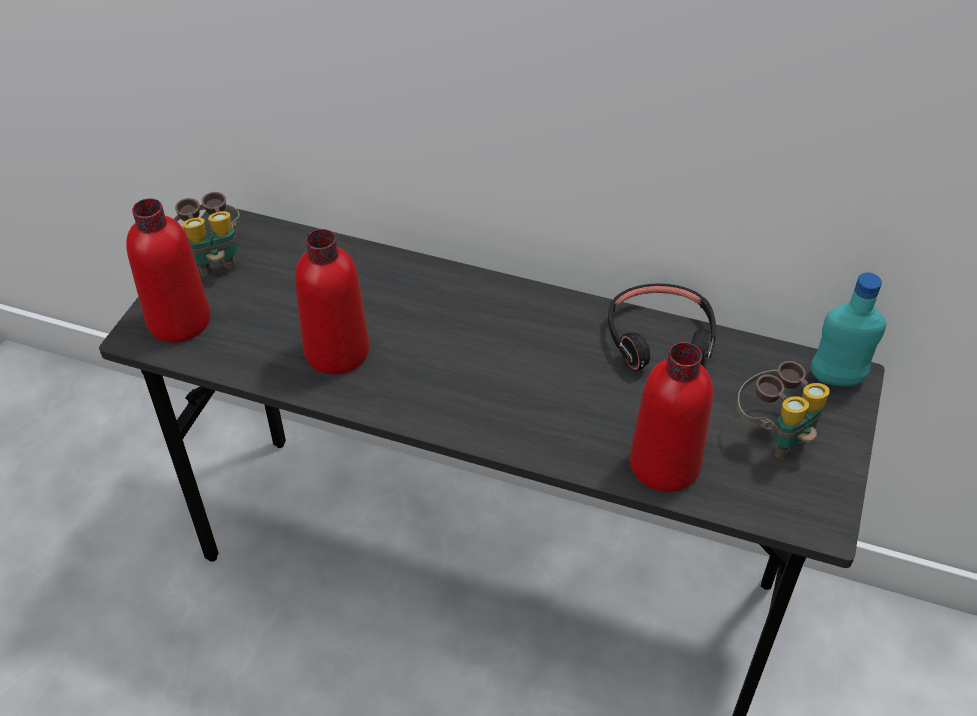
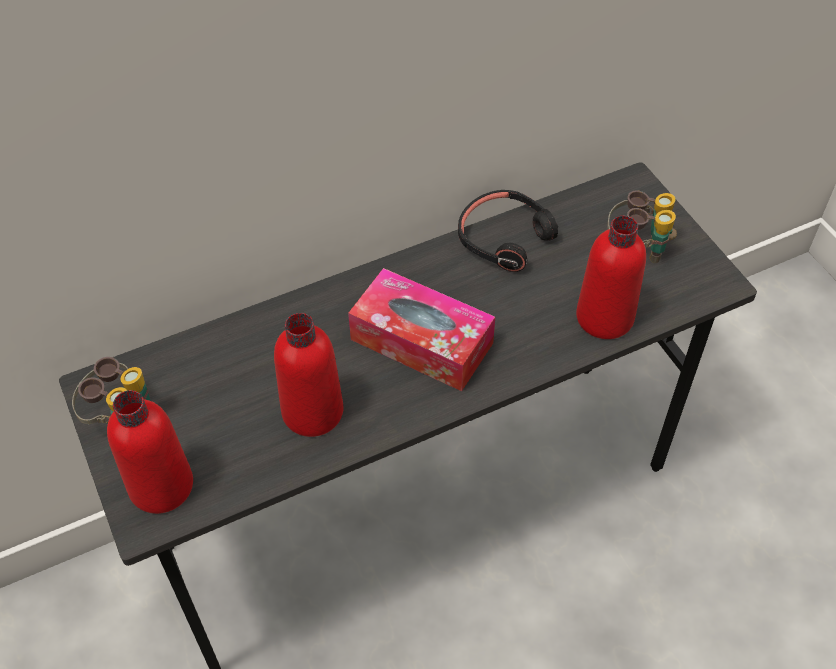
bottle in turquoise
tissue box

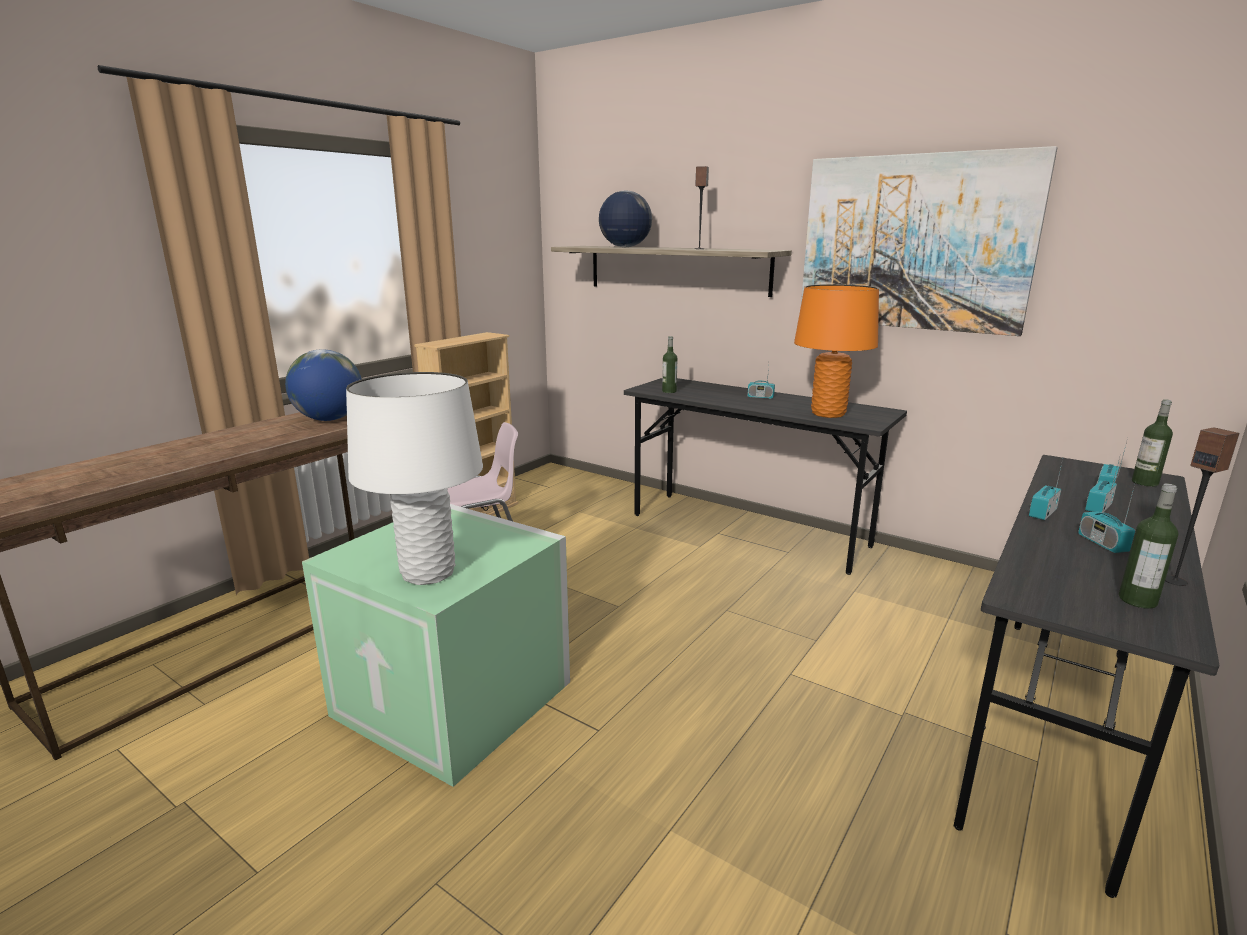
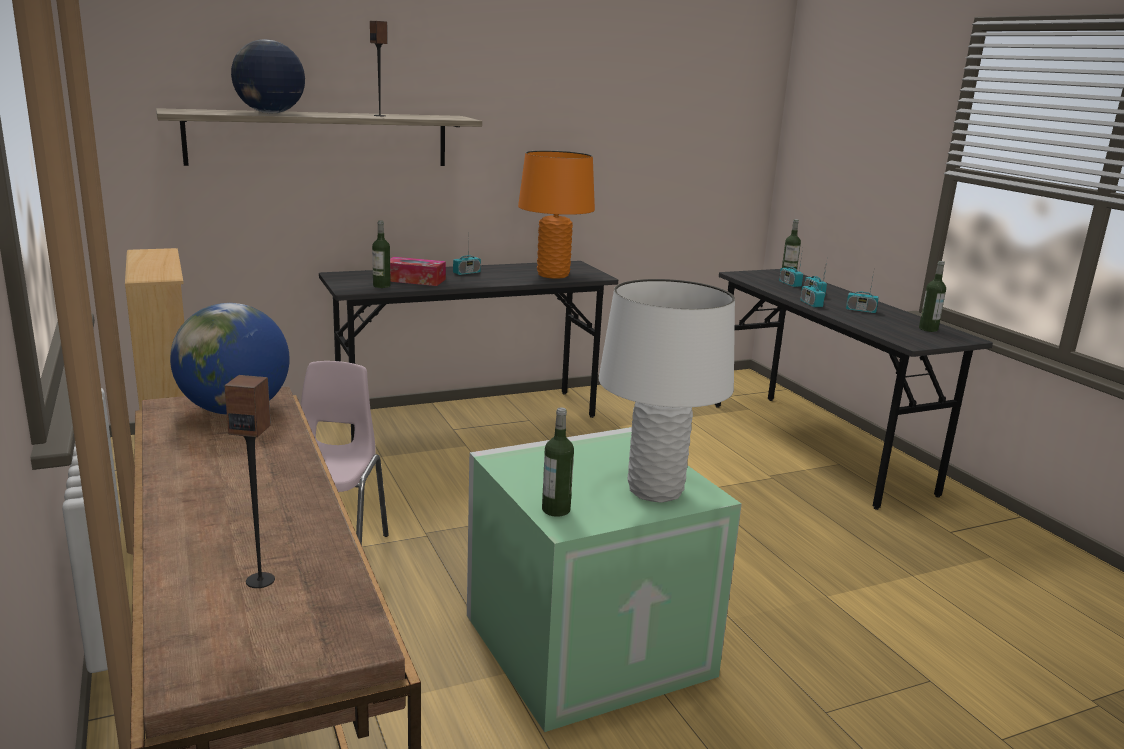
picture
tissue box
bottle (no. 2 from left)
audio speaker (no. 1 from left)

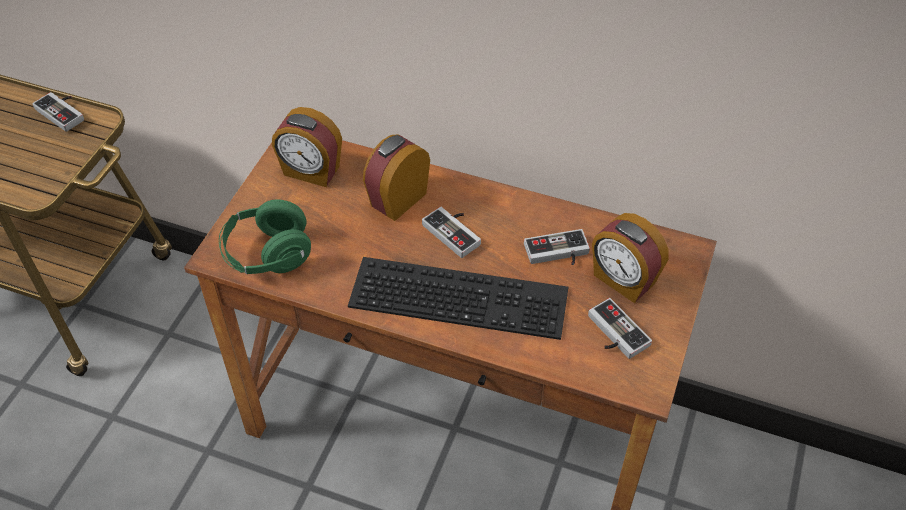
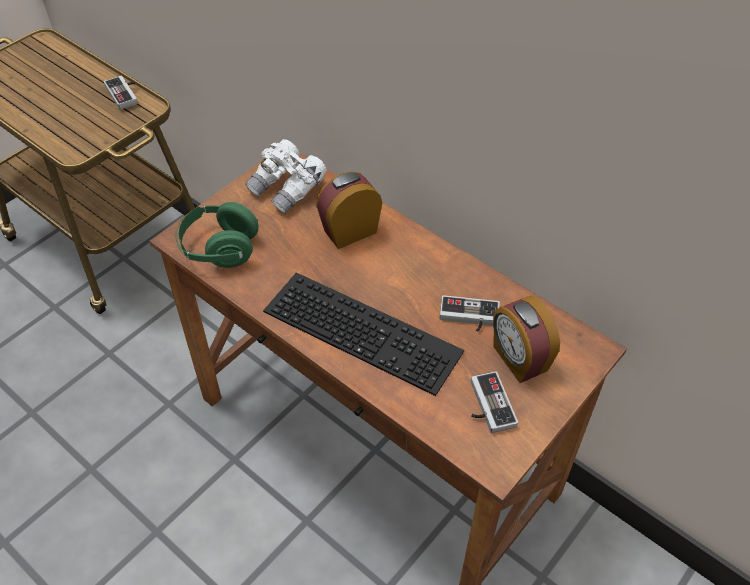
gamepad (no. 2 from left in the first image)
pair of binoculars in white-coloured

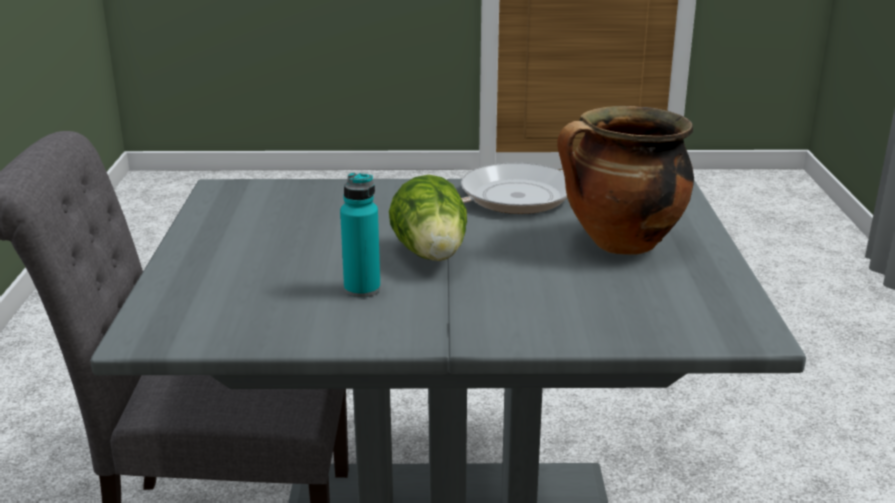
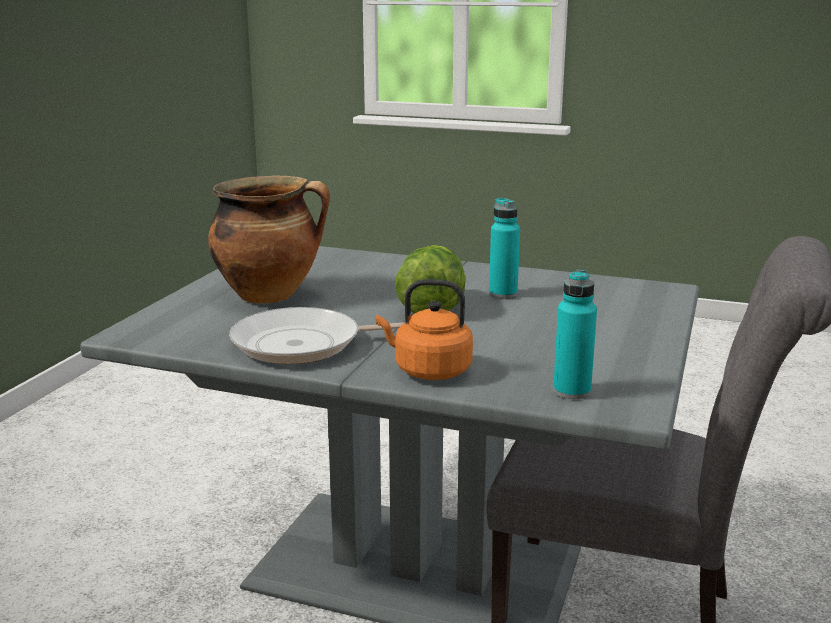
water kettle in orange
bottle in turquoise (no. 2 from left)

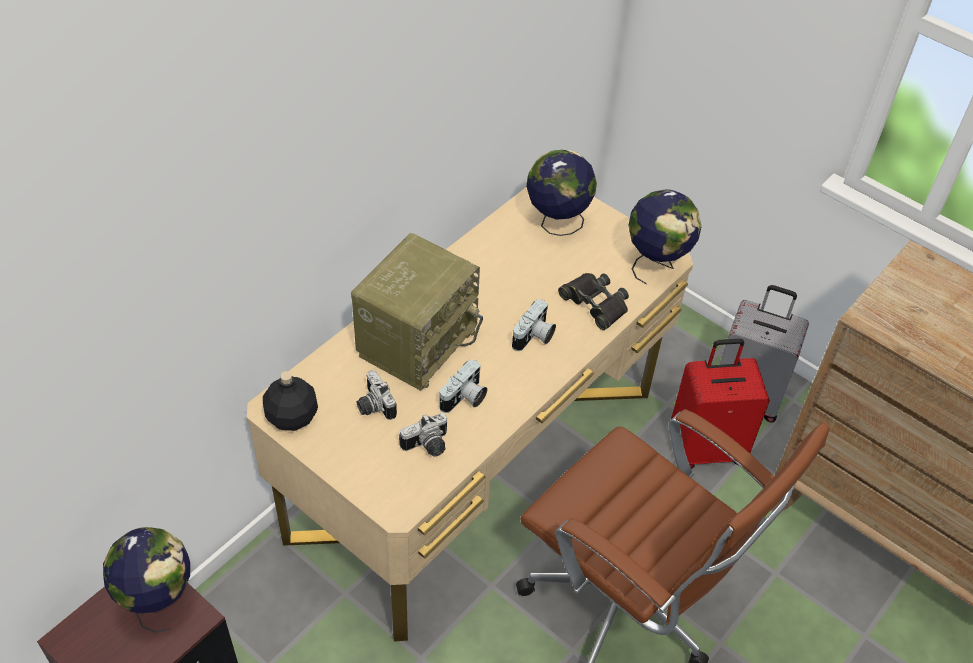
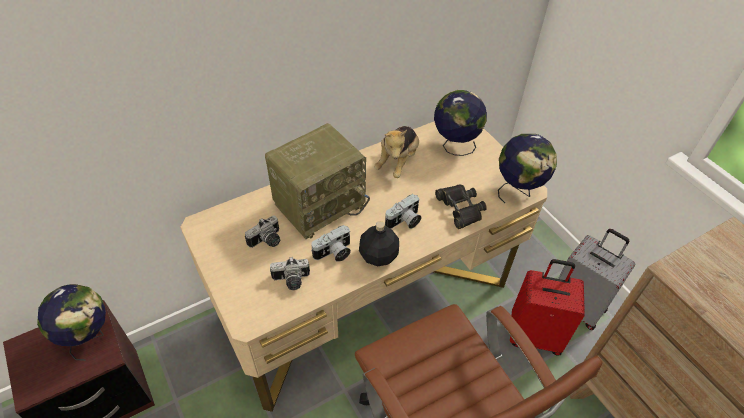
cuddly toy
bottle in blackish
still camera (no. 1 from left)

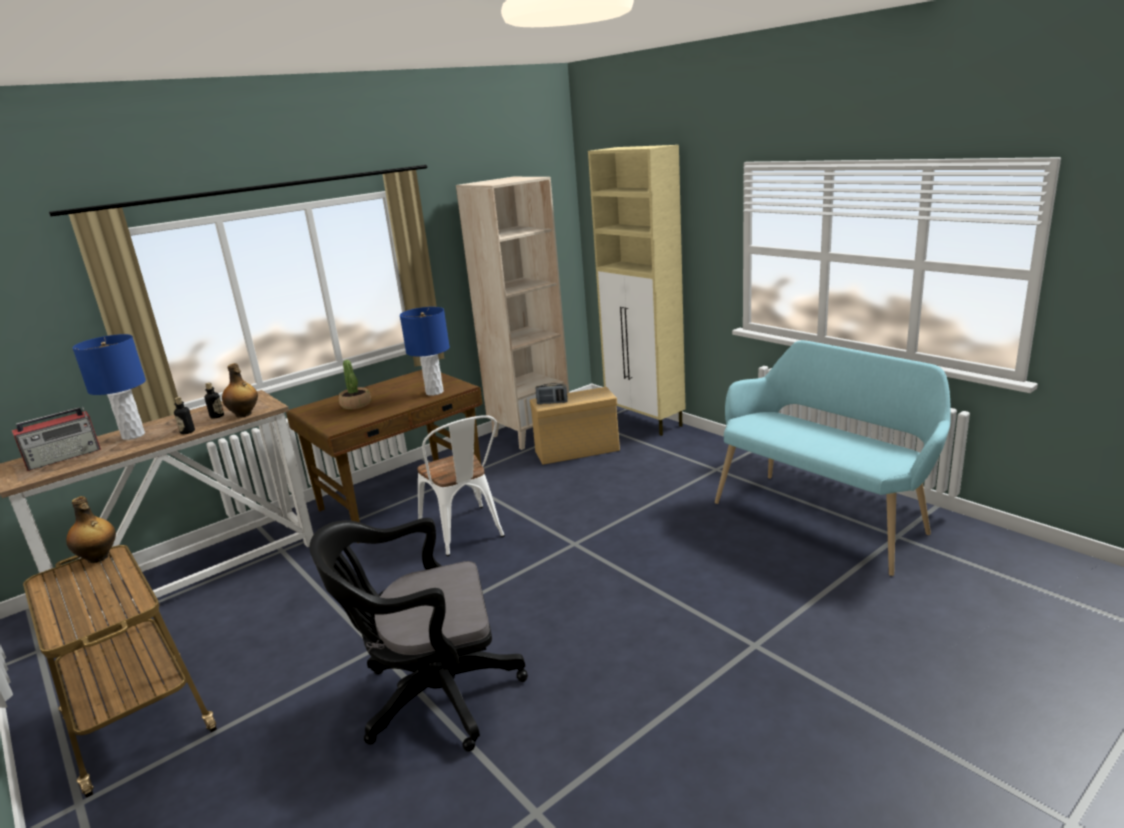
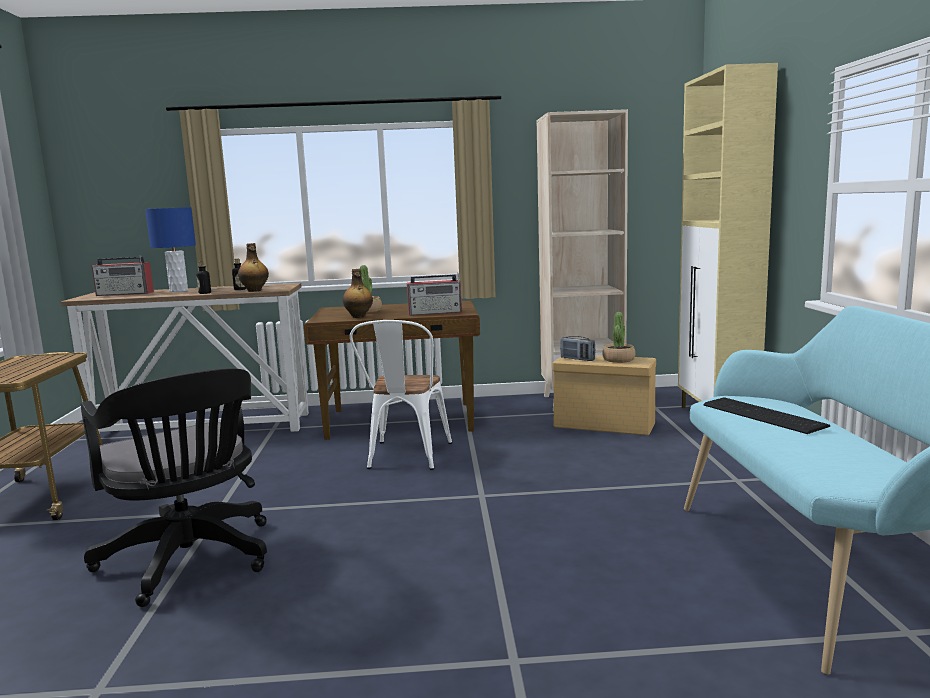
potted plant (no. 2 from left)
PC keyboard
bottle (no. 4 from left)
radio set (no. 2 from left)
office chair in blackish

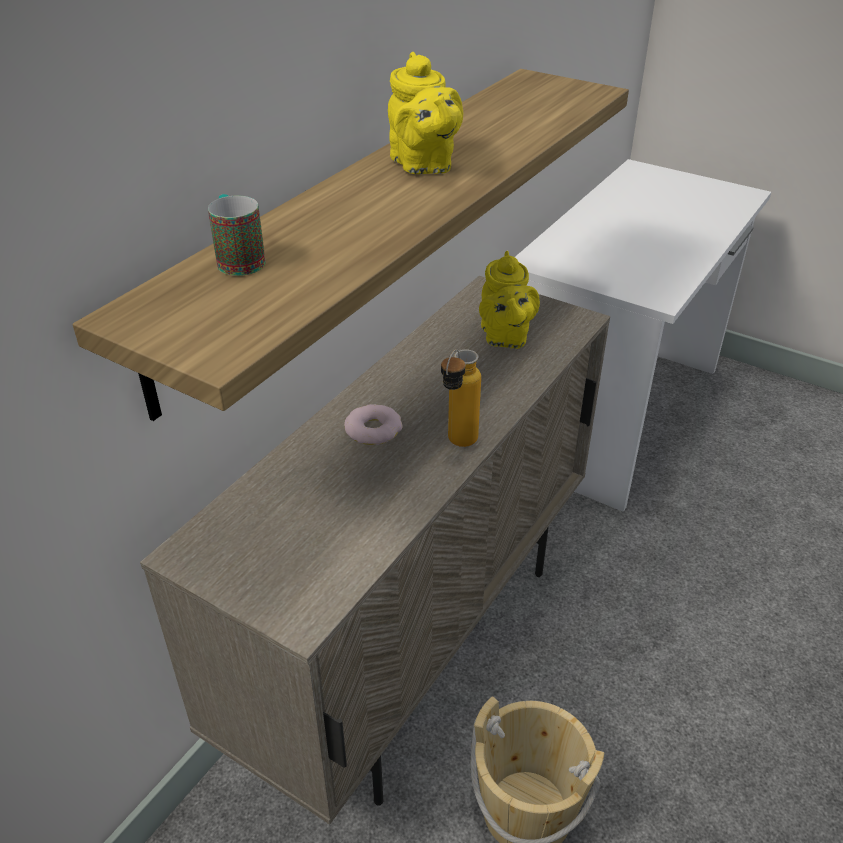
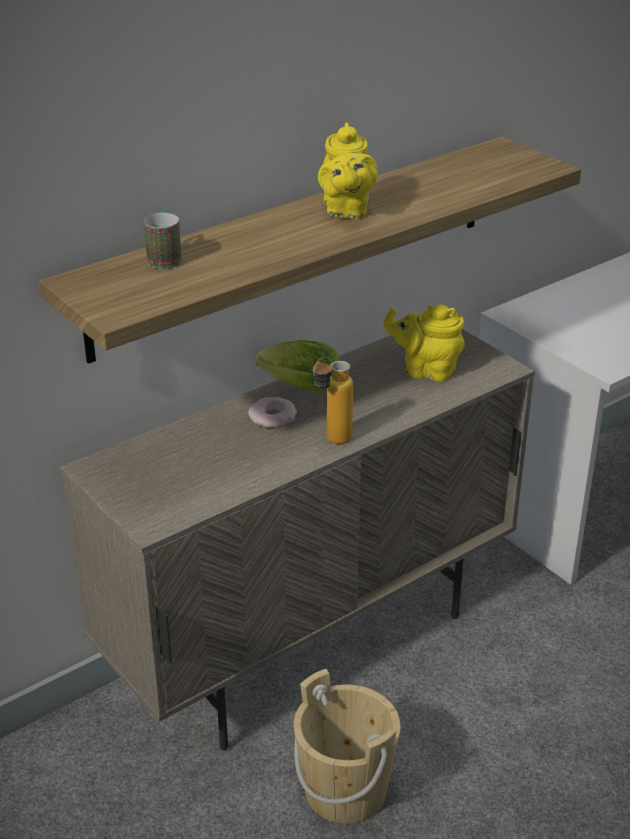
lettuce head
teapot in yellow (no. 2 from left)

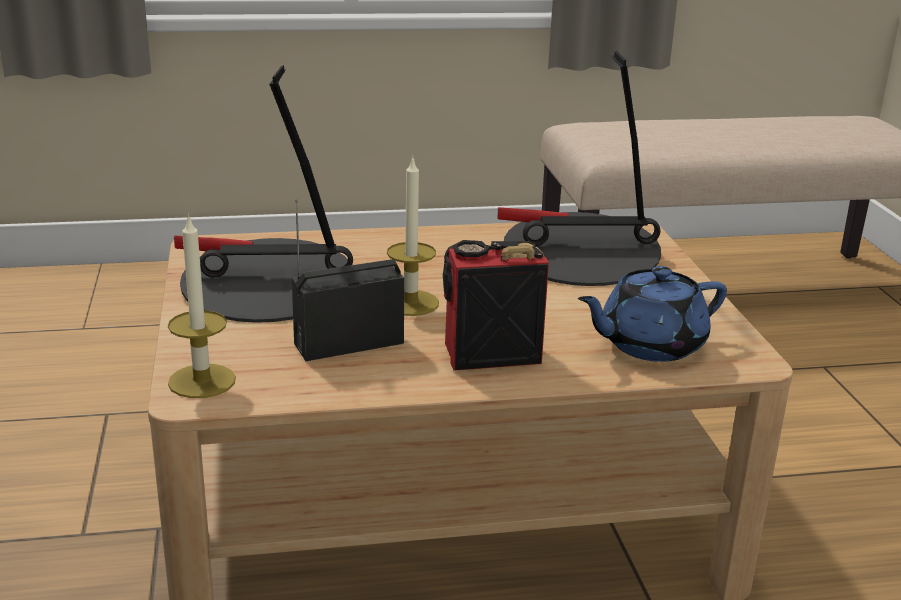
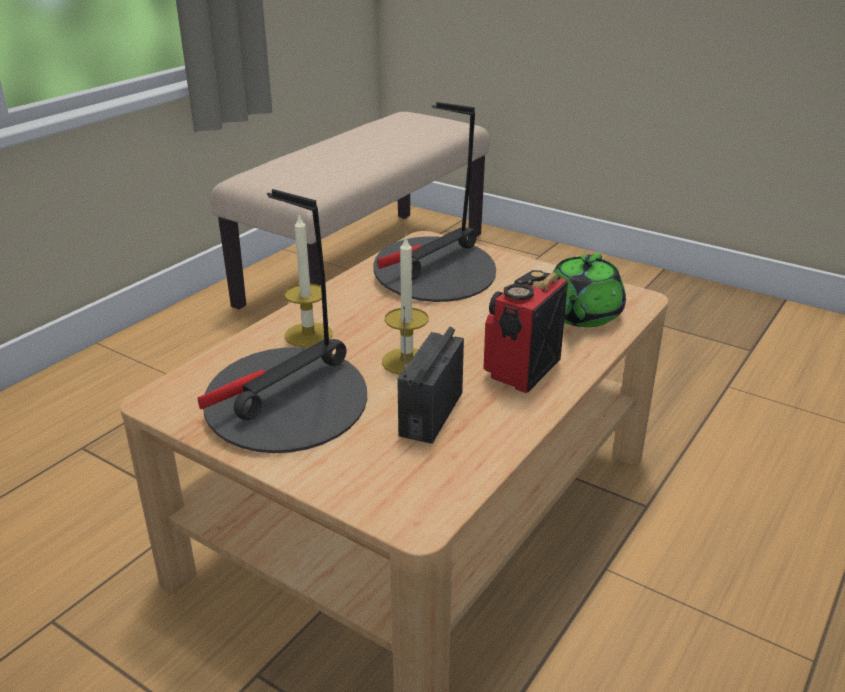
candle (no. 1 from left)
teapot in green-coloured

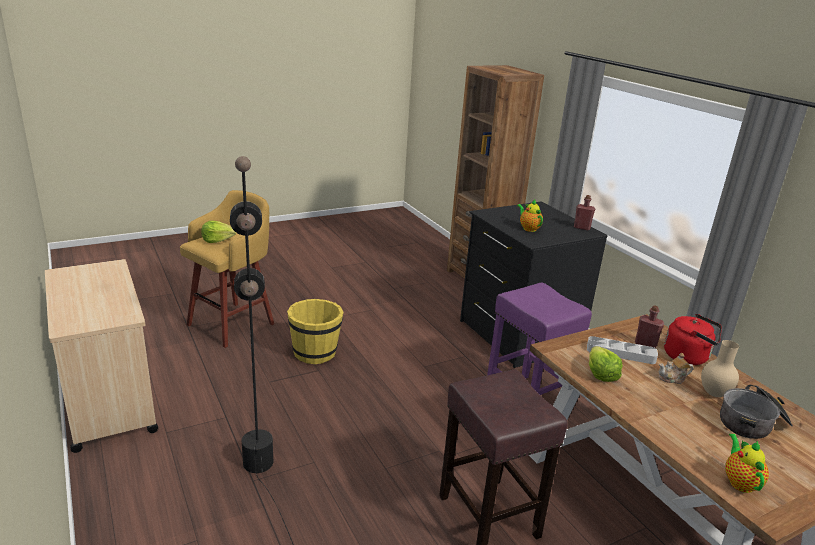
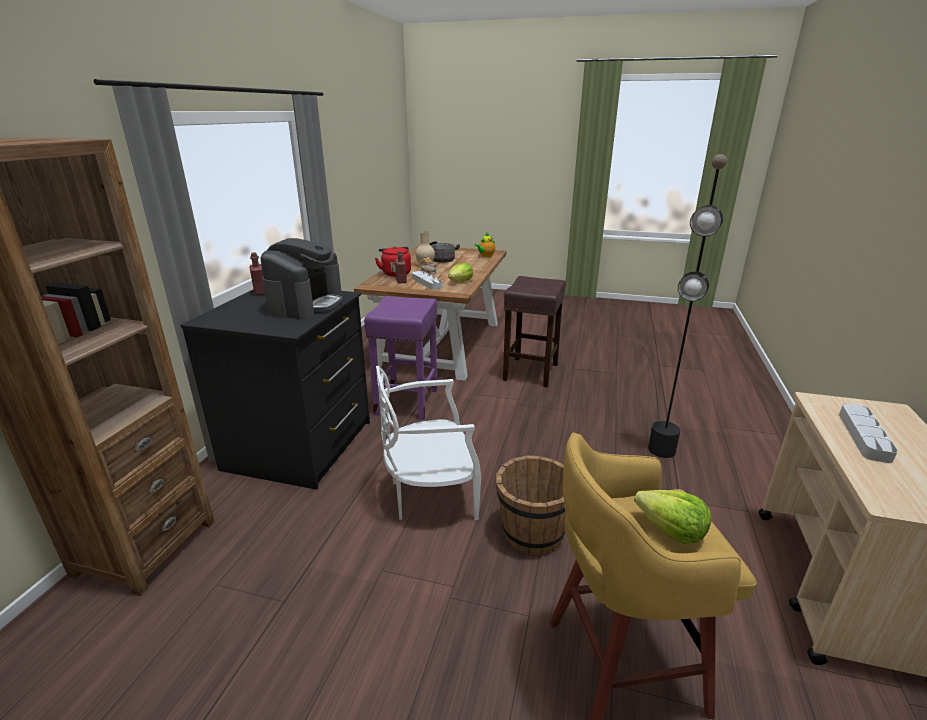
chair in white-coloured
tray in grey (no. 2 from left)
coffee machine
bucket in brown

